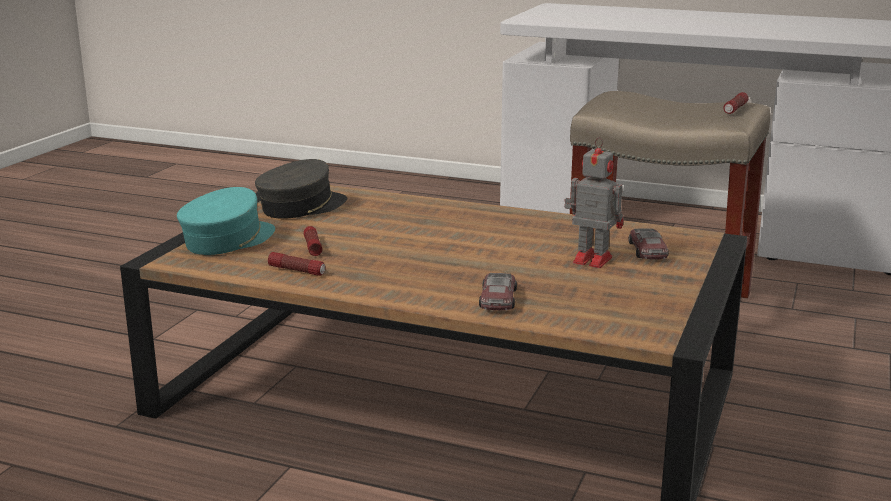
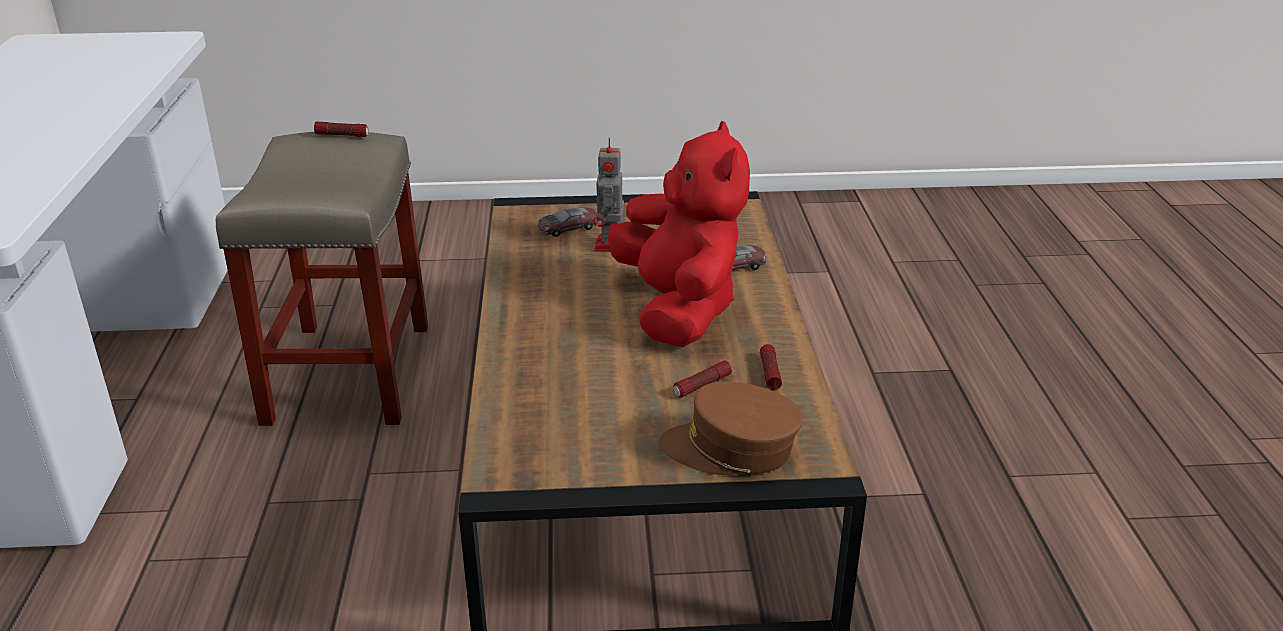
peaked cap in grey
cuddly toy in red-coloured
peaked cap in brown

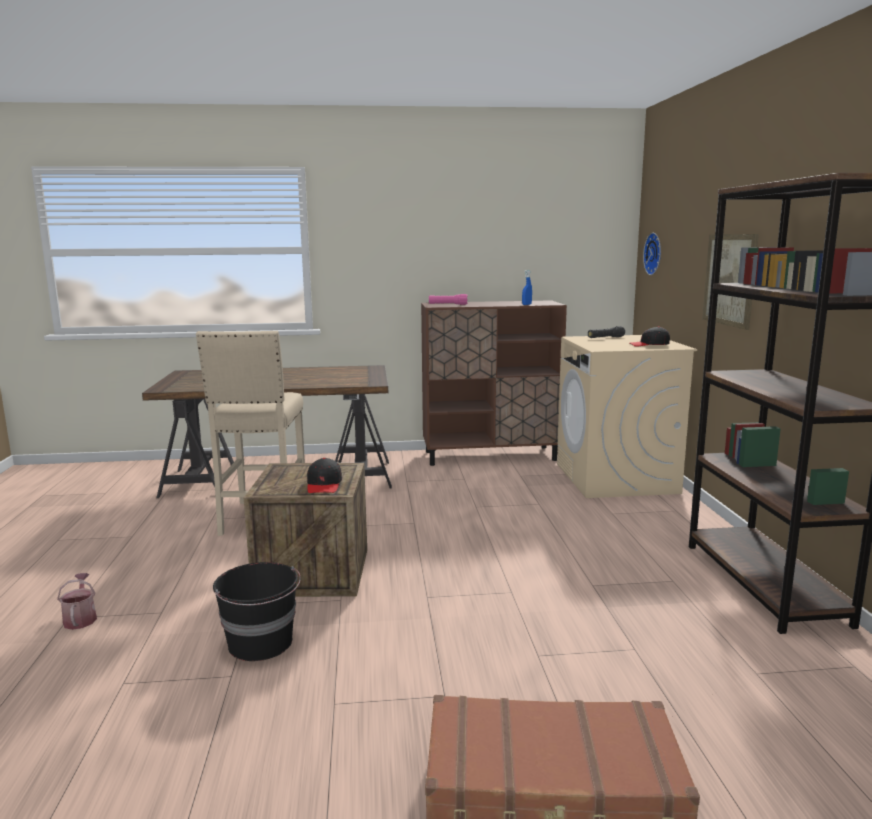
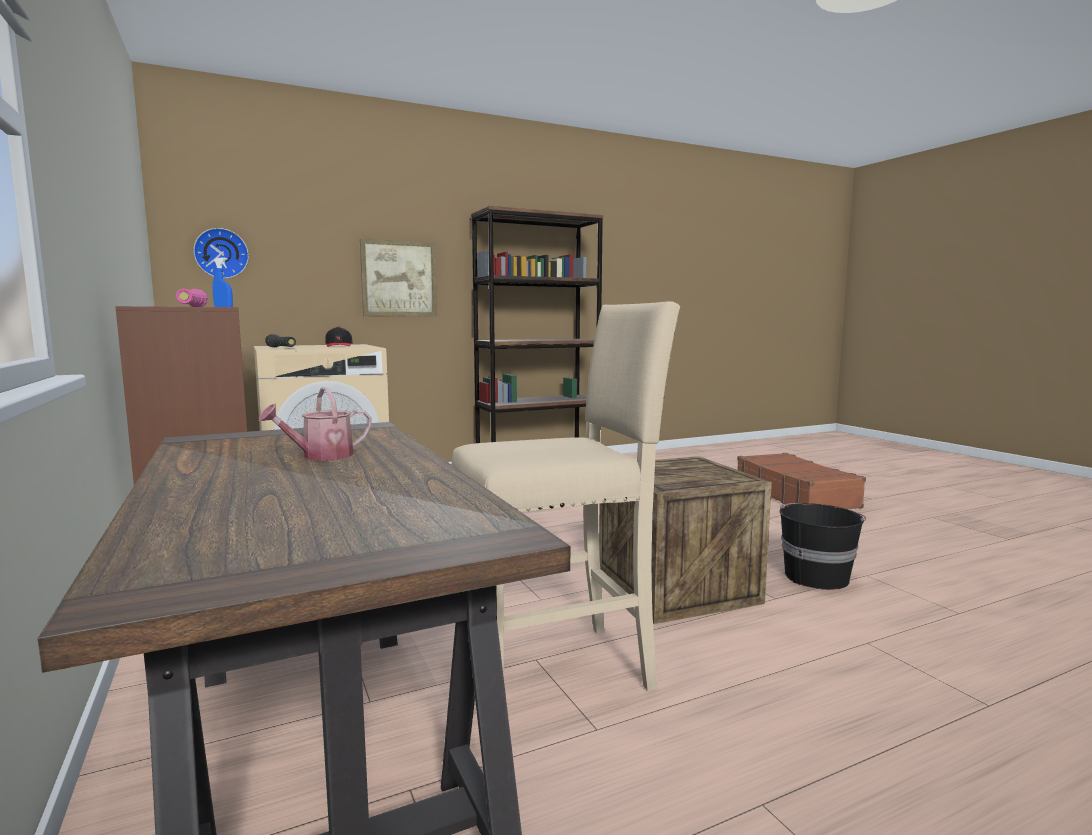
peaked cap in blackish (no. 1 from left in the first image)
sprinkling can

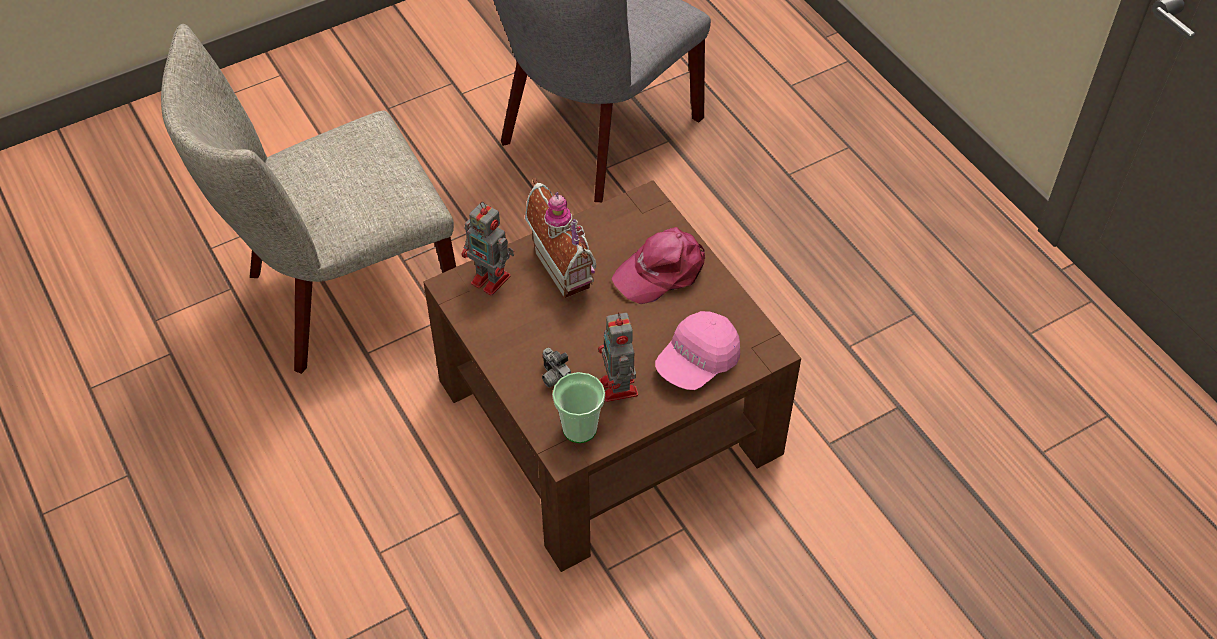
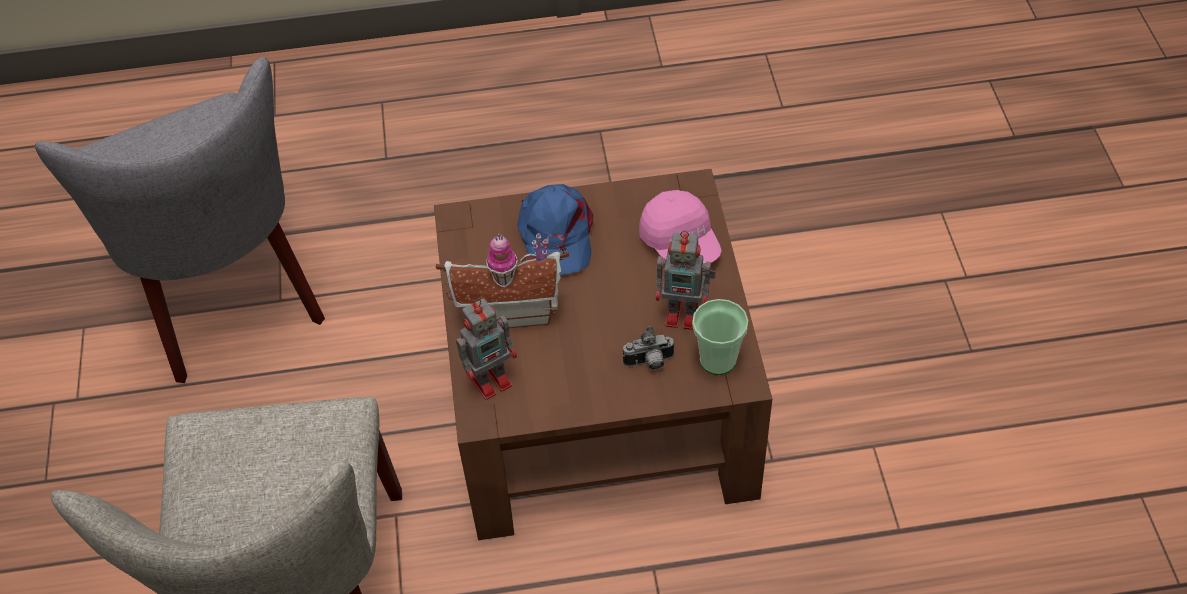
peaked cap in bluish

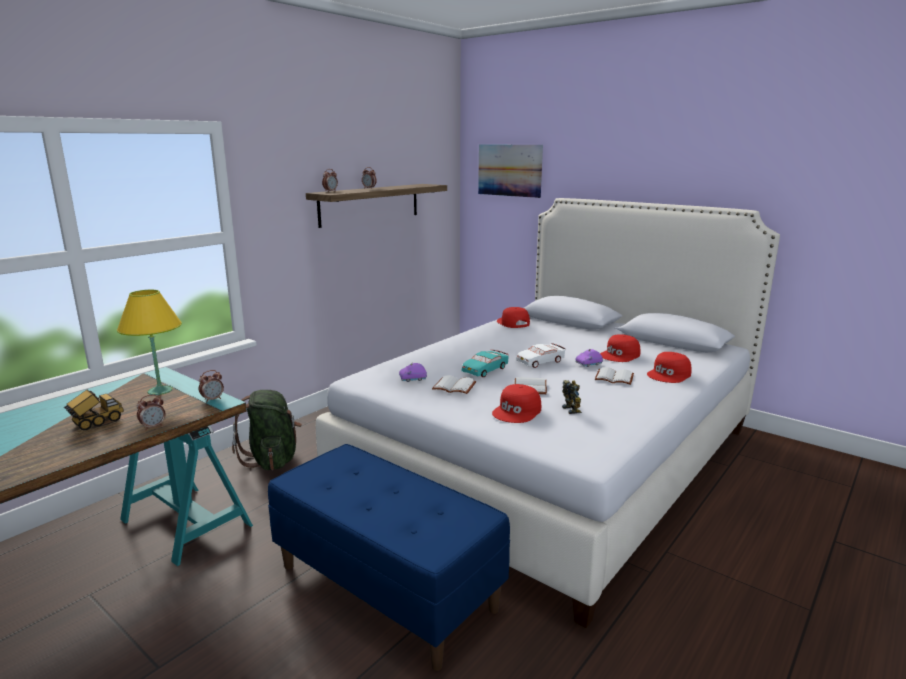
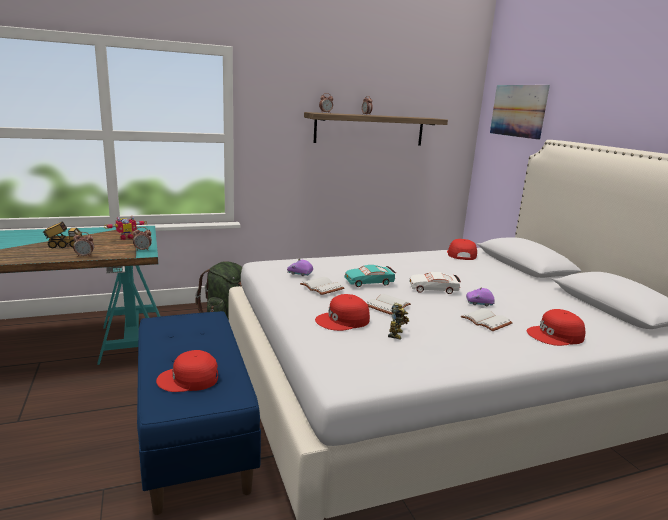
peaked cap in red-coloured (no. 1 from left)
toy robot (no. 1 from left)

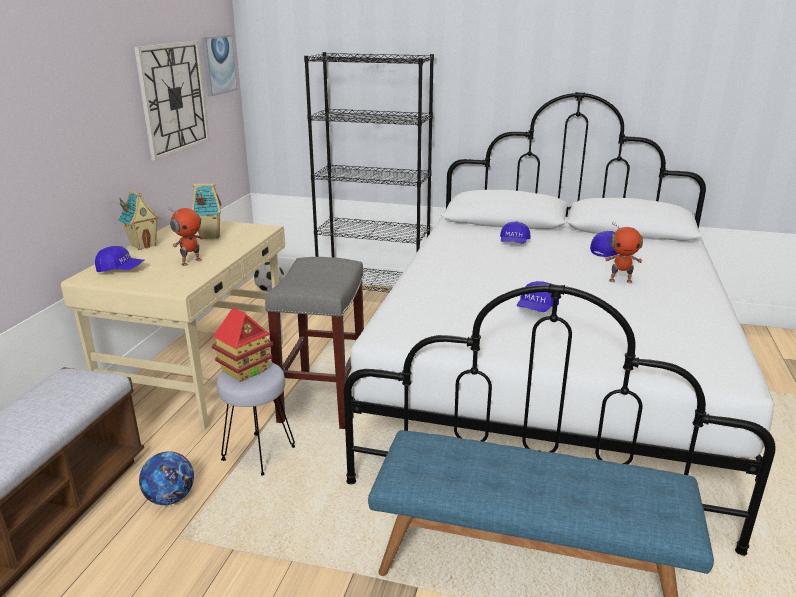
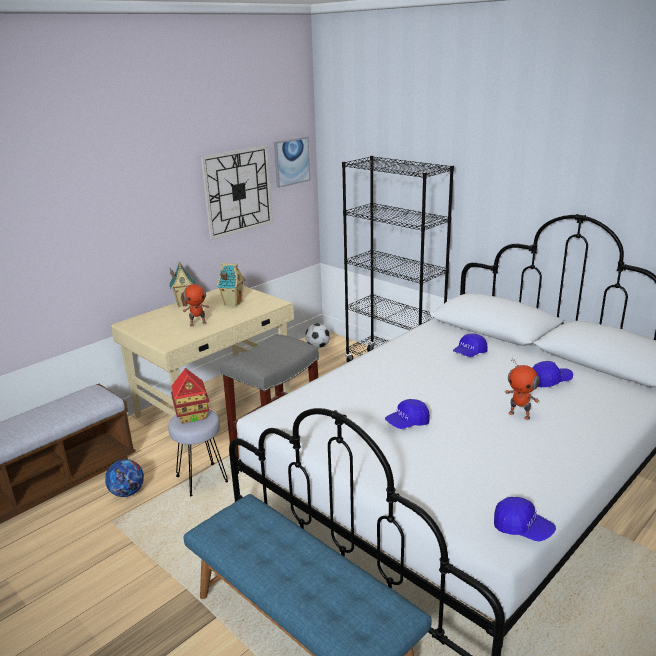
peaked cap in bluish (no. 3 from left)

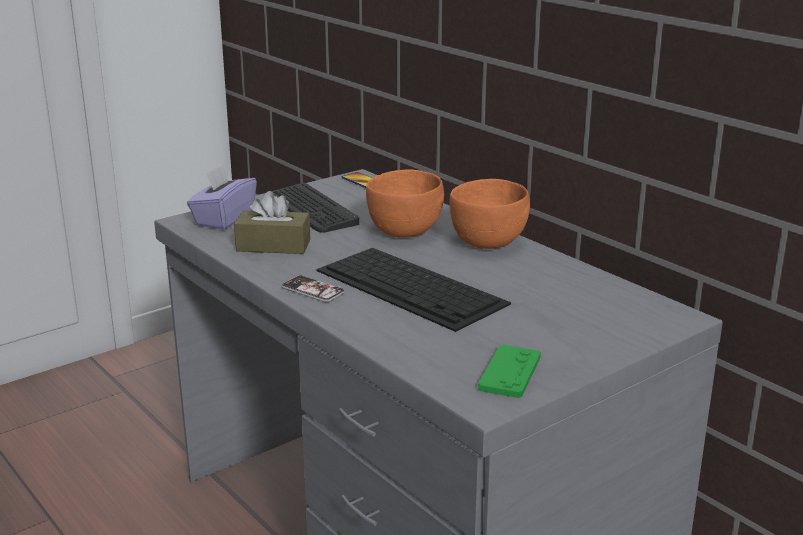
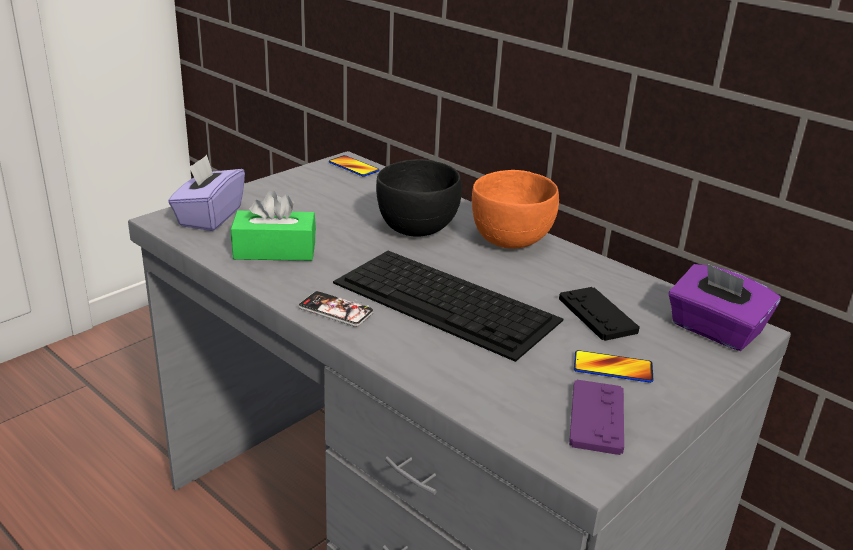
PC keyboard (no. 1 from left in the first image)
gamepad in blackish
handset (no. 3 from left)
tissue box in purplish (no. 2 from left)
tissue box in green-coloured
deep dish in blackish
gamepad in purplish

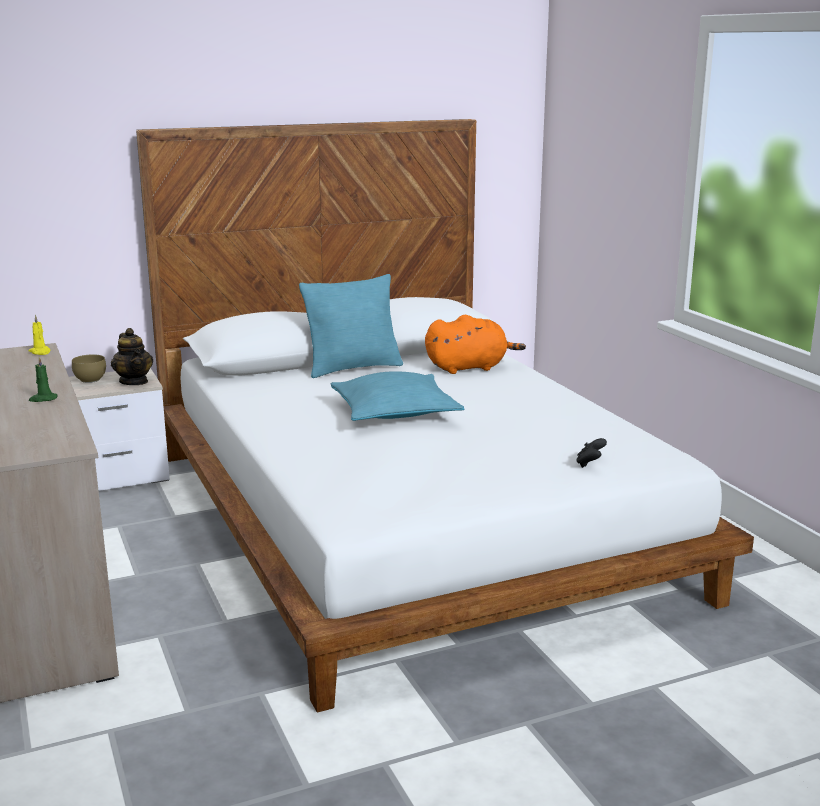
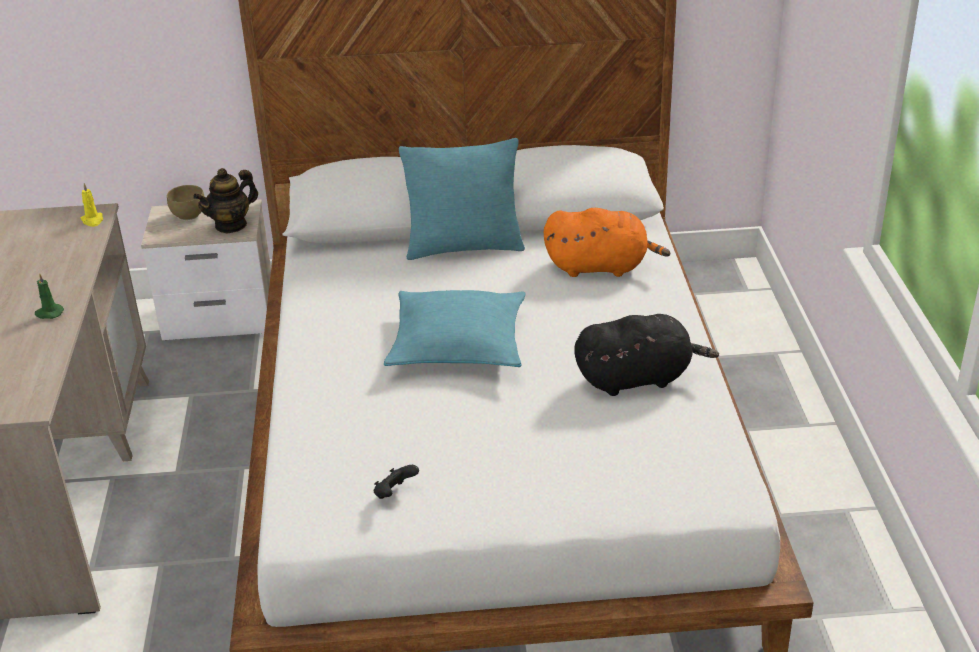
cuddly toy in blackish
gamepad in blackish
teapot

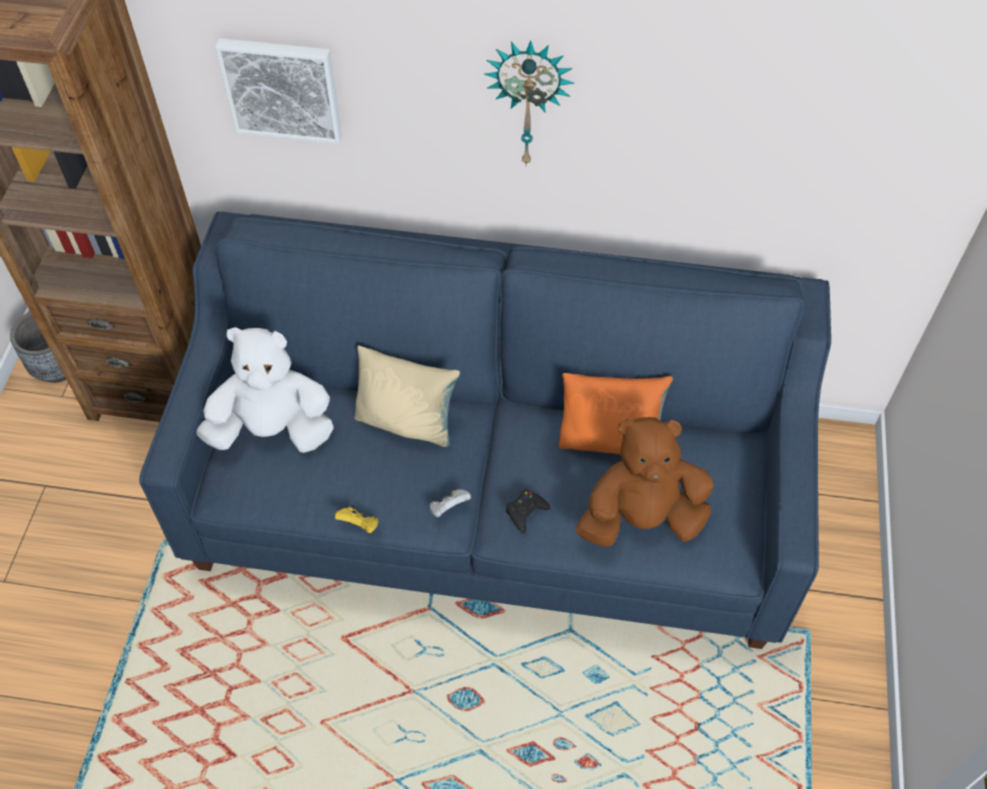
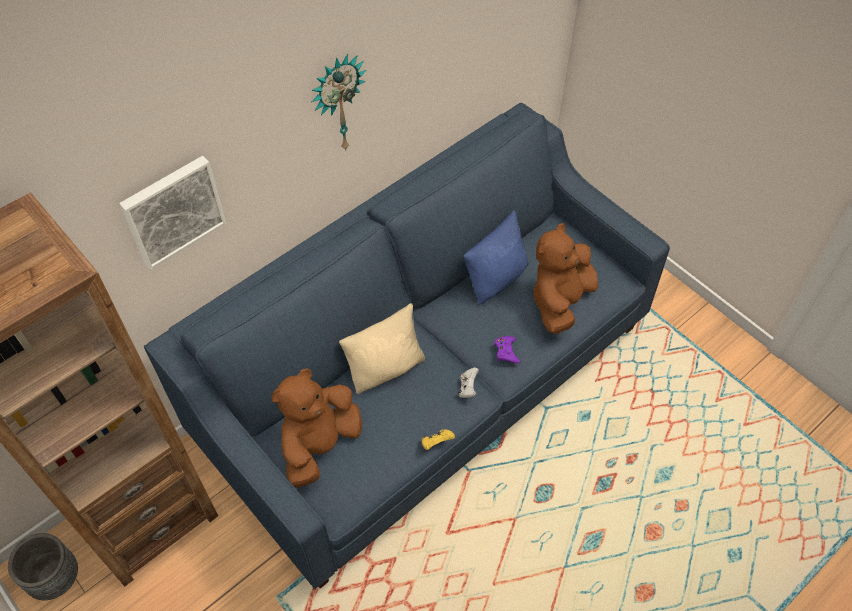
cuddly toy in brown (no. 1 from left)
gamepad in purplish
cushion in bluish

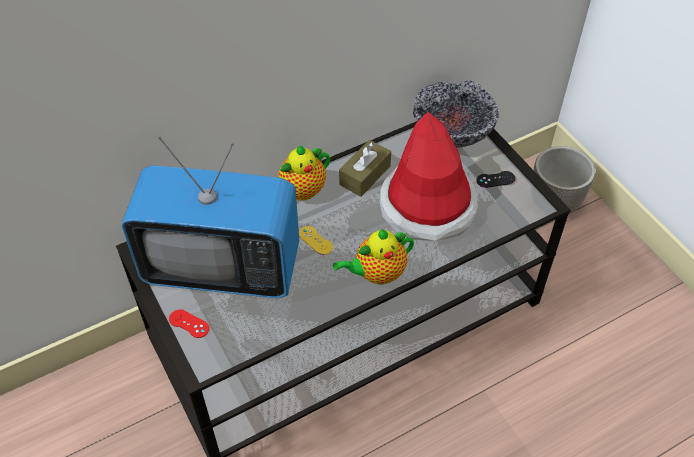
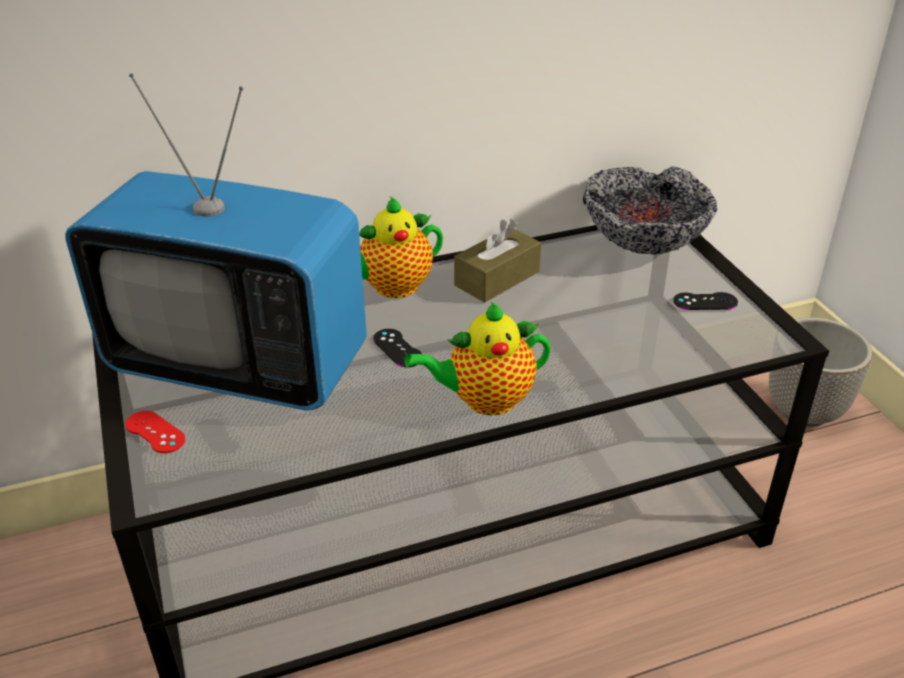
clothing hat
gamepad in blackish (no. 1 from left)

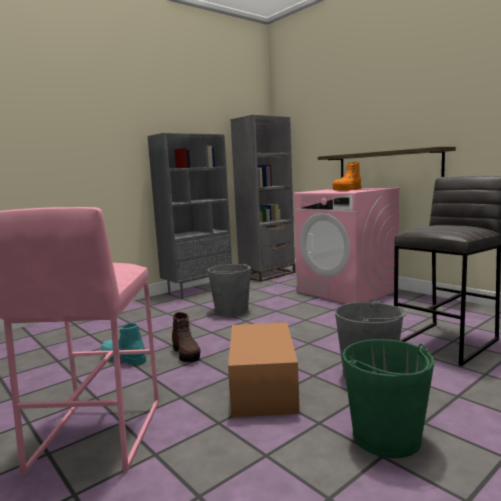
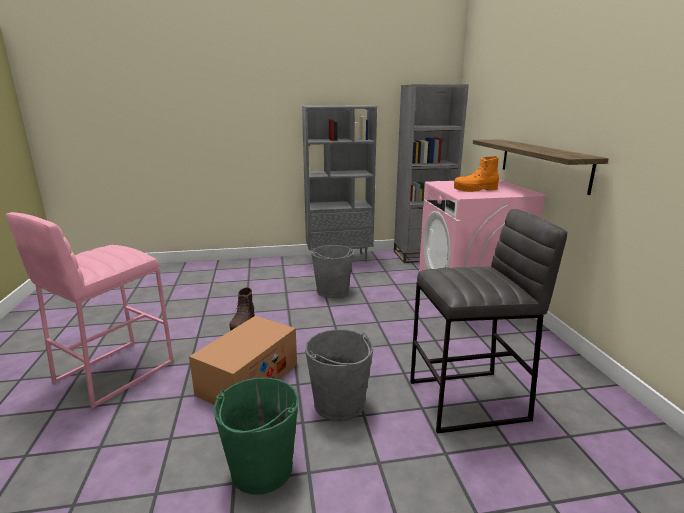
tall boot in turquoise

